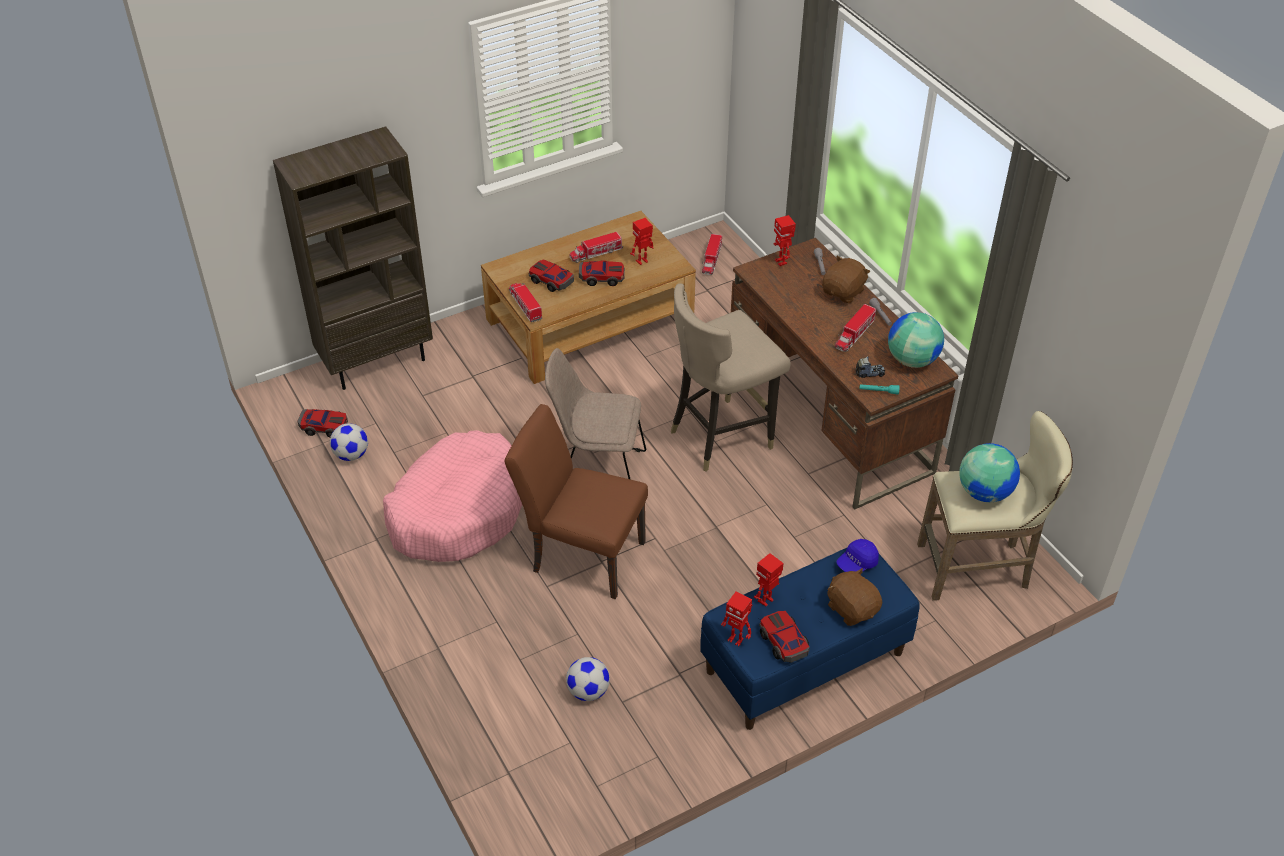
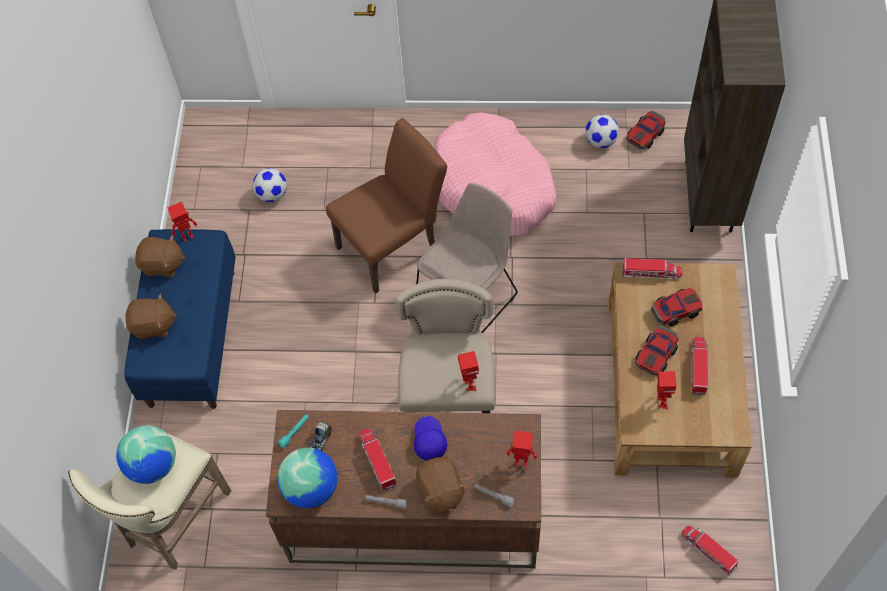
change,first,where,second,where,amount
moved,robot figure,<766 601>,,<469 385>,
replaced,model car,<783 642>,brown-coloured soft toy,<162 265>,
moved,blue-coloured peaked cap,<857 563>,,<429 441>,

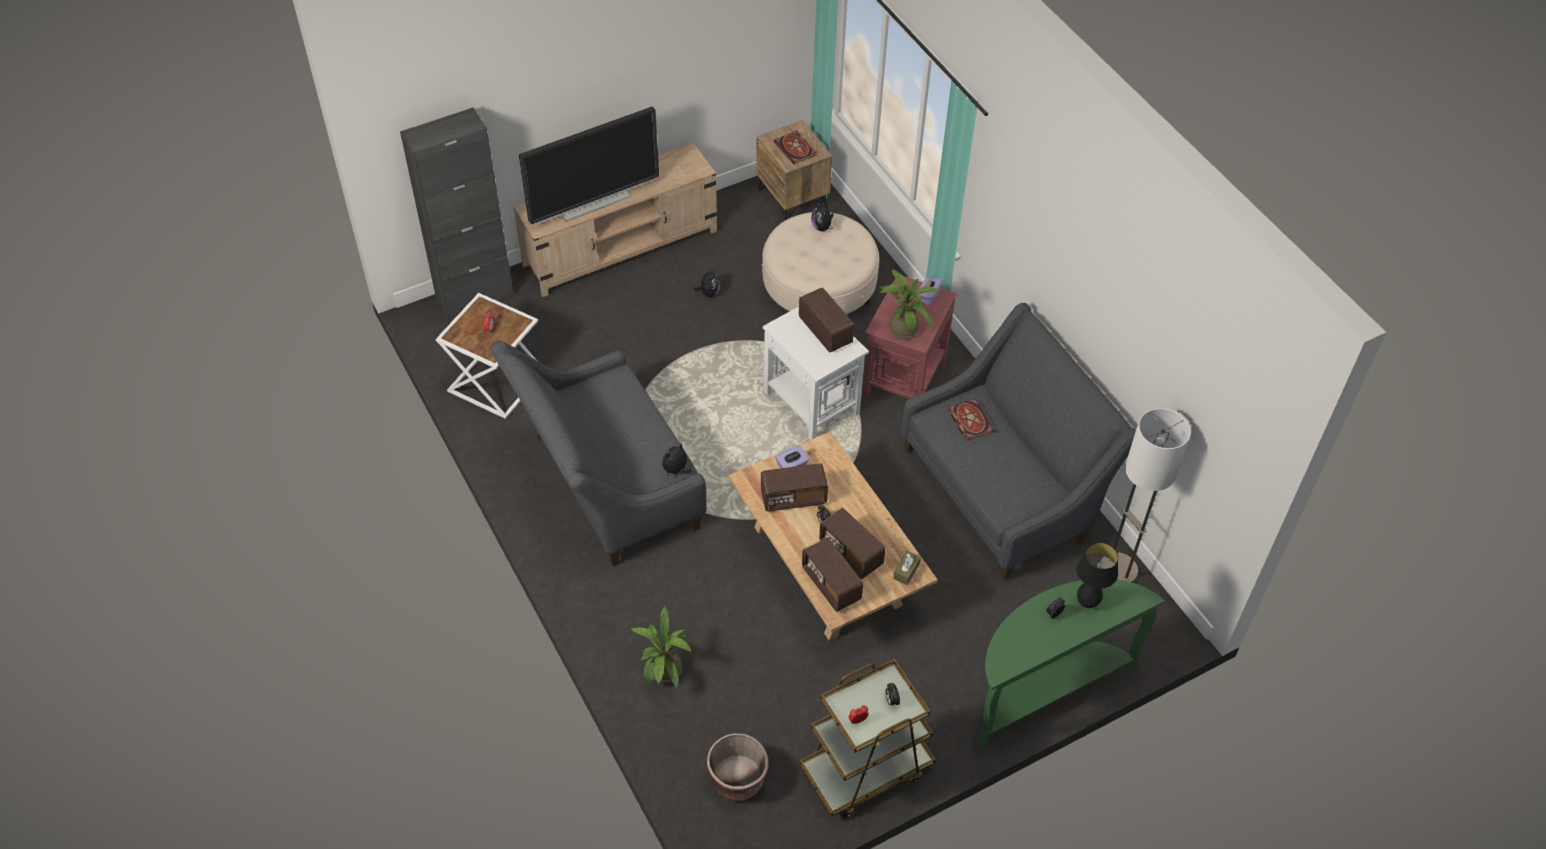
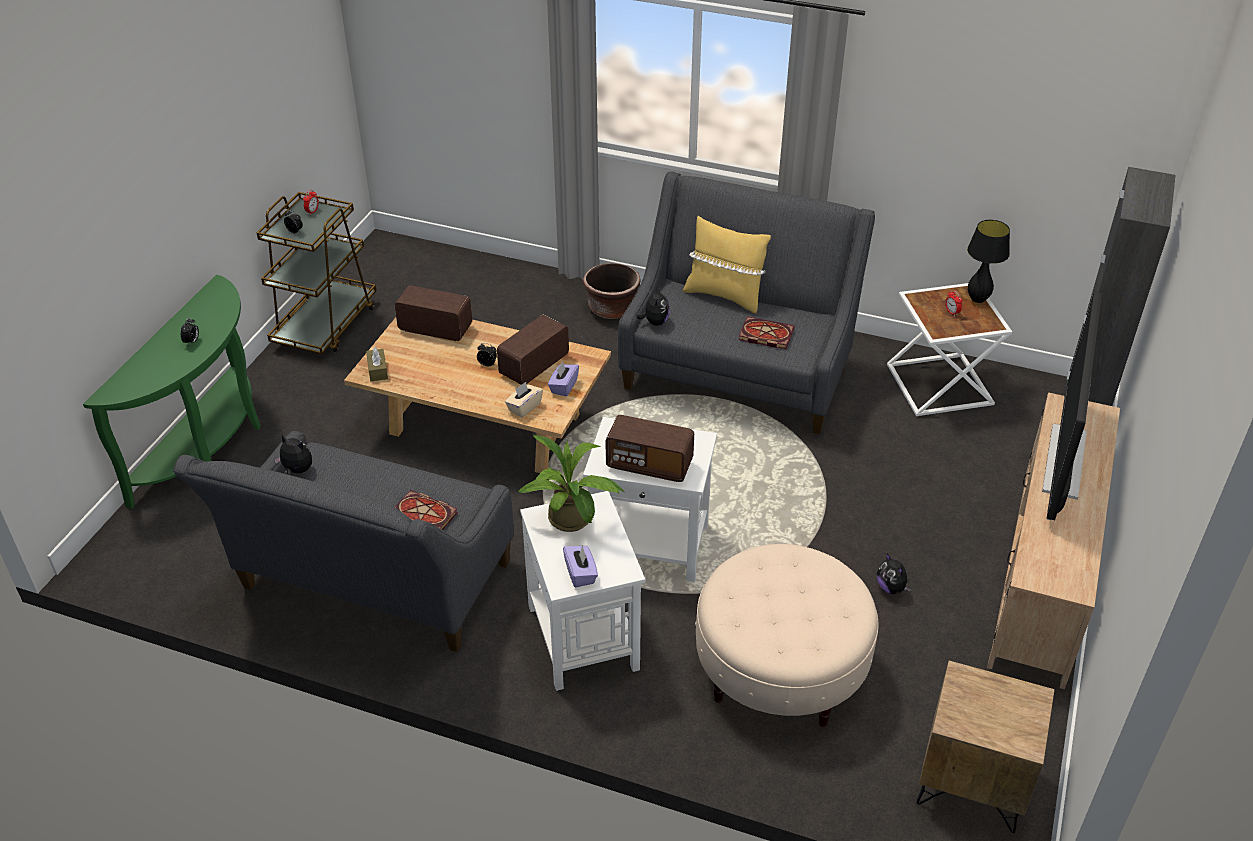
change,first,where,second,where,amount
removed,plant in a pot,<663 673>,,,
moved,brown-coloured plant pot,<737 779>,,<612 308>,
moved,volume,<796 149>,,<764 335>,
moved,soft toy,<822 227>,,<297 471>,
removed,radio set,<851 553>,,,
recoloured,reddish end table,<903 377>,white end table,<584 637>,
moved,blackish table lamp,<1087 602>,,<978 299>,
removed,standing lamp,<1118 570>,,,
added,,,beige-coloured box of tissues,<524 407>,
added,,,yellowish pillow,<724 296>,

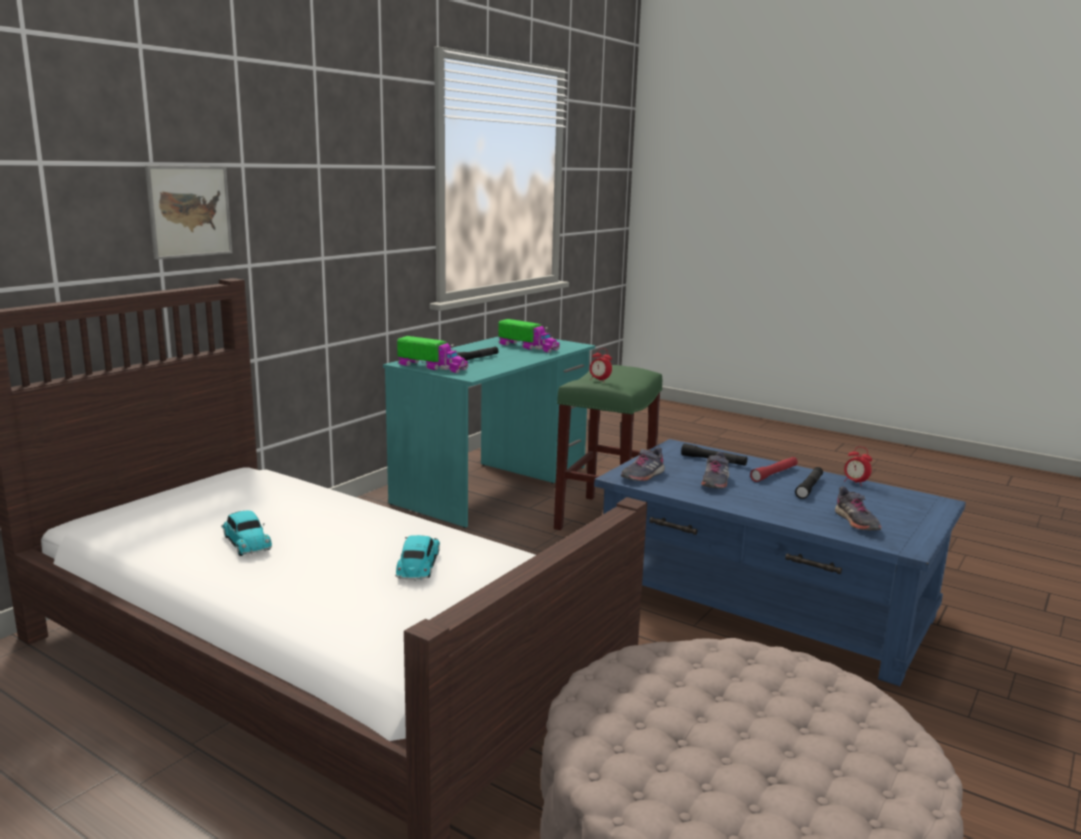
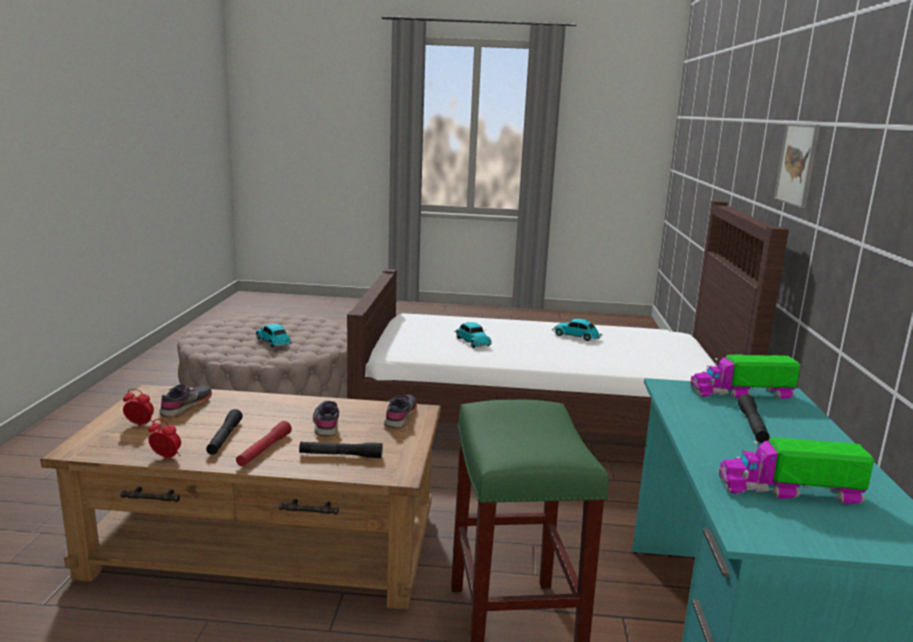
change,first,where,second,where,amount
moved,table clock,<599 380>,,<140 425>,
recoloured,blue-coloured coffee table,<765 602>,brown-coloured coffee table,<264 545>,
turned,grey low shoe,<856 522>,,<186 406>,60 degrees clockwise
added,,,model car,<274 342>,

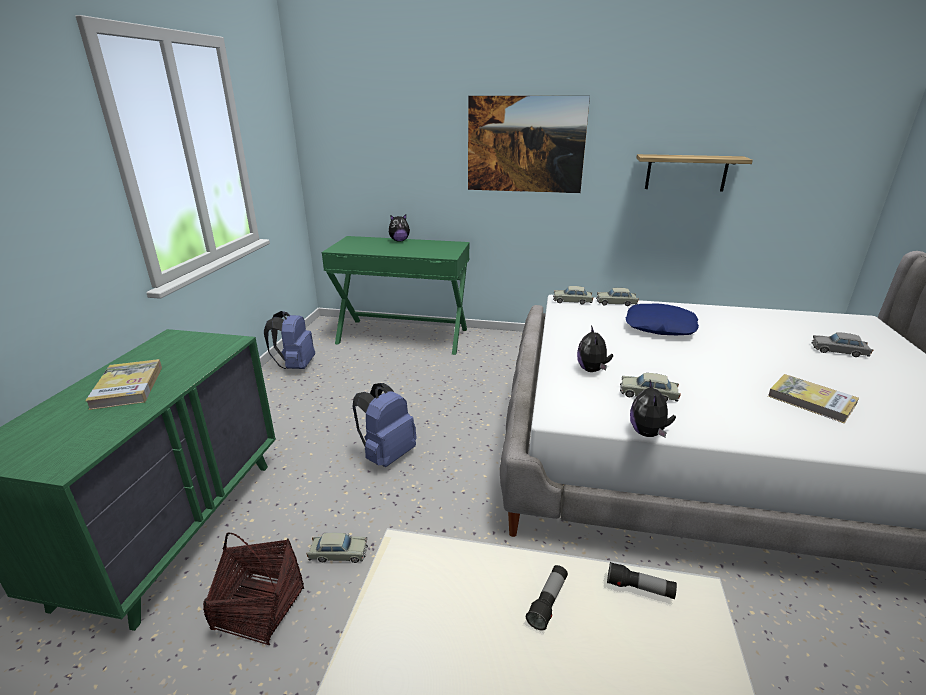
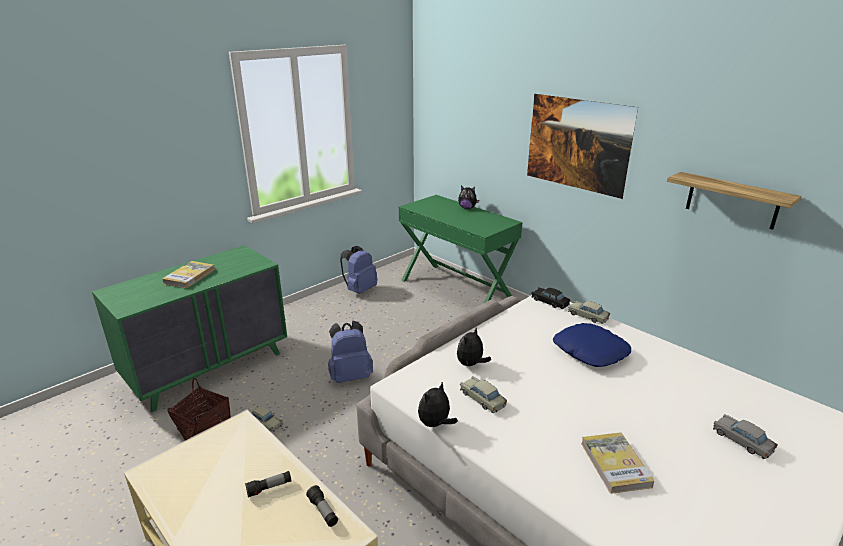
change,first,where,second,where,amount
recoloured,beige-coloured model car,<572 301>,blackish model car,<549 302>,

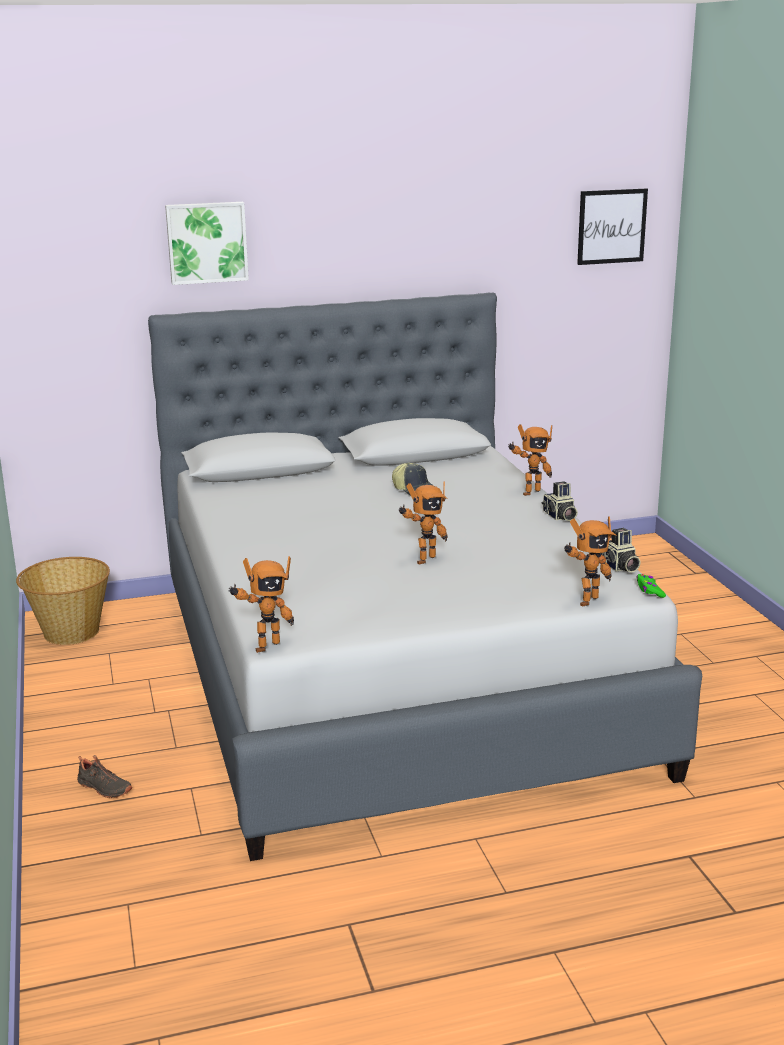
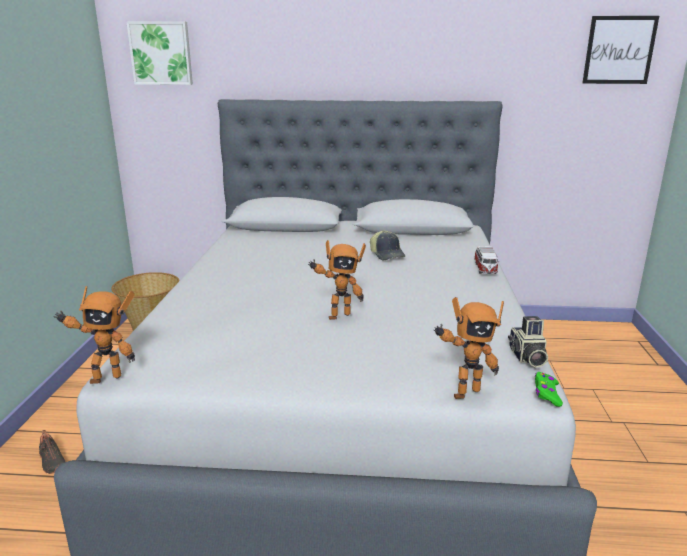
change,first,where,second,where,amount
moved,wall picture,<207 242>,,<161 53>,
replaced,robot figure,<529 492>,model car,<485 269>,
removed,still camera,<559 516>,,,

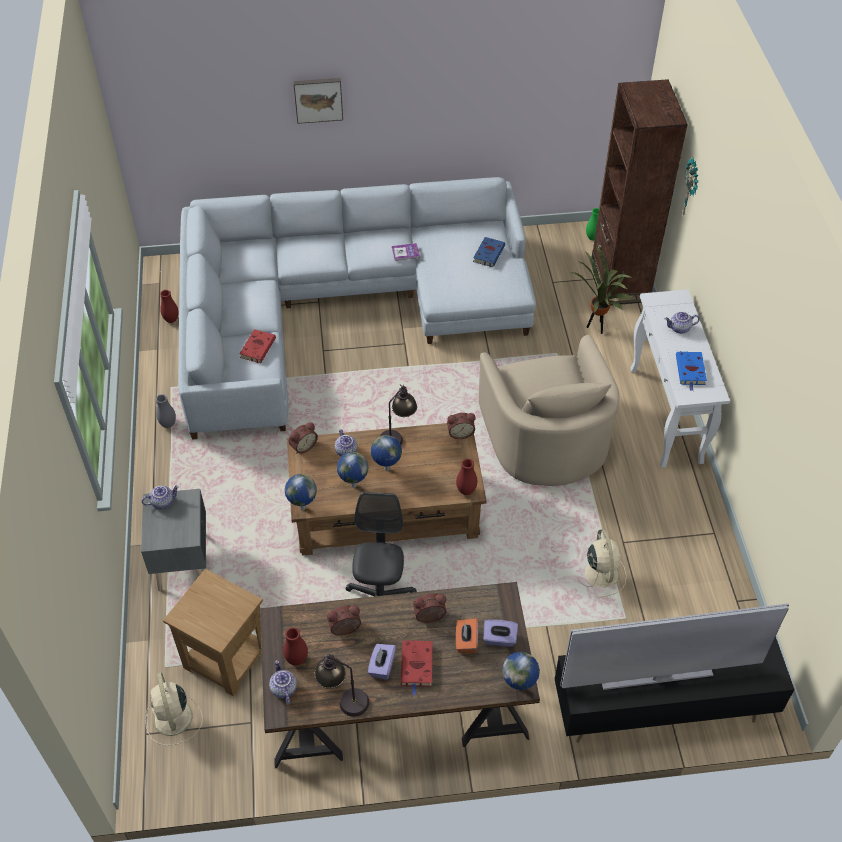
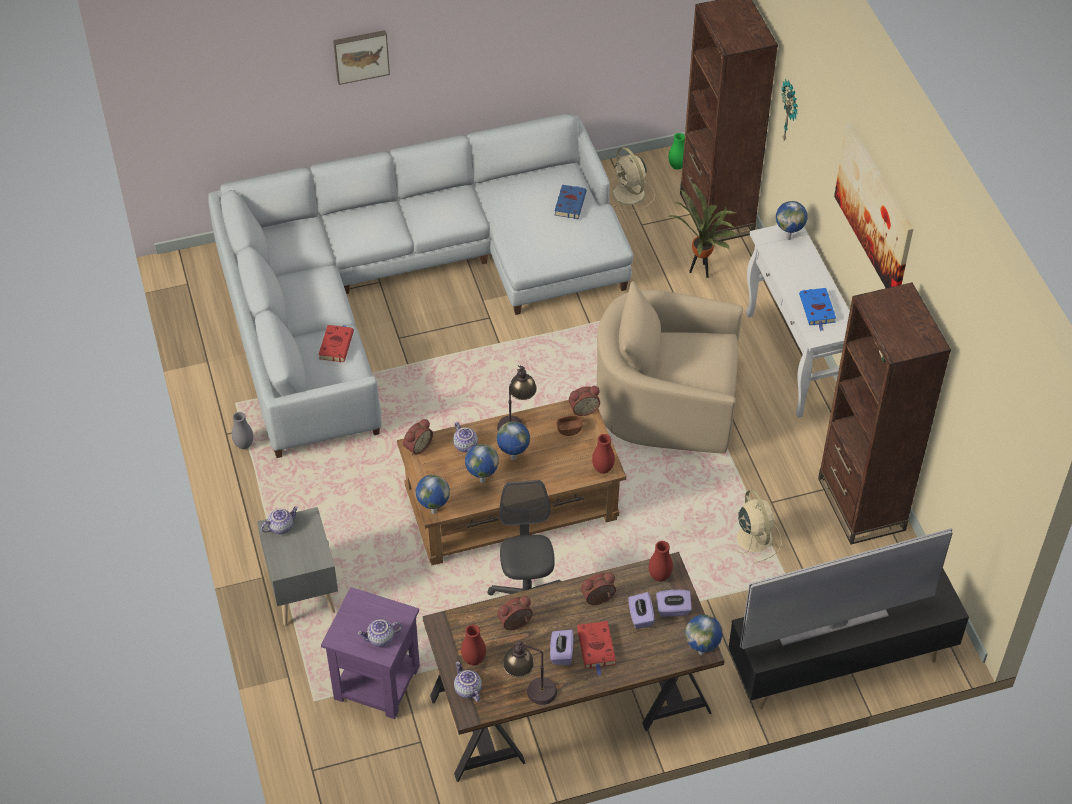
change,first,where,second,where,amount
moved,beige-coloured fan,<173 719>,,<629 194>,
moved,reddish flower vase,<171 320>,,<659 576>,
recoloured,brown-coloured end table,<225 658>,purplish end table,<376 682>,
removed,volume,<405 252>,,,
recoloured,orange-coloured box of tissues,<466 641>,purplish box of tissues,<640 617>,
turned,beige-coloured armchair,<545 437>,,<667 402>,120 degrees clockwise
moved,teapot,<679 329>,,<380 639>,
added,,,brown-coloured bowl,<569 430>,
added,,,desk globe,<789 237>,
added,,,brown-coloured shelving unit,<861 504>,
added,,,wall picture,<875 211>,

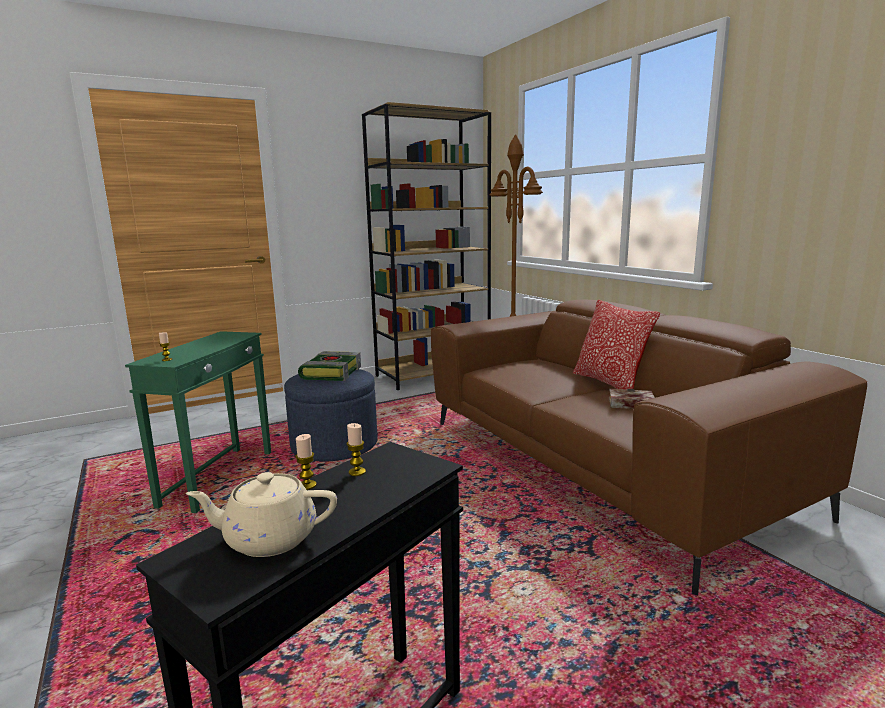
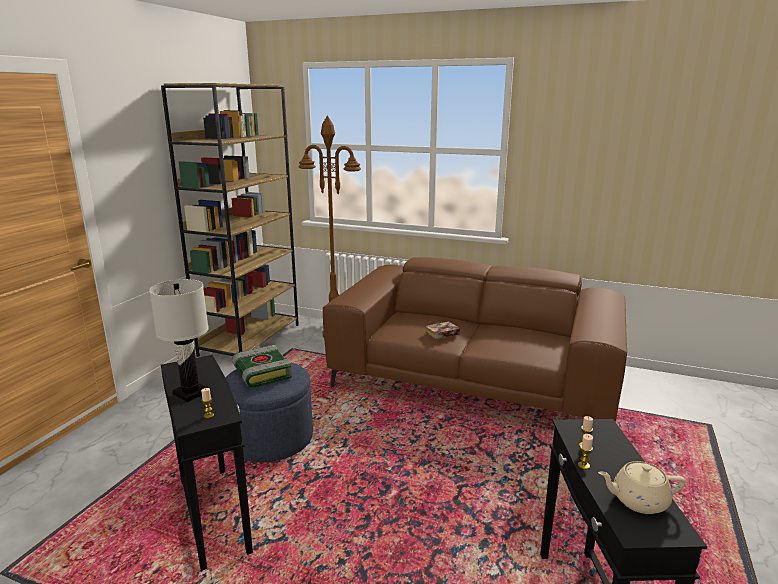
change,first,where,second,where,amount
recoloured,green-coloured end table,<219 478>,blackish end table,<215 514>,
turned,beige-coloured teapot,<268 538>,,<638 500>,45 degrees clockwise
removed,pillow,<609 383>,,,
moved,volume,<629 404>,,<441 334>,
added,,,white table lamp,<191 393>,

